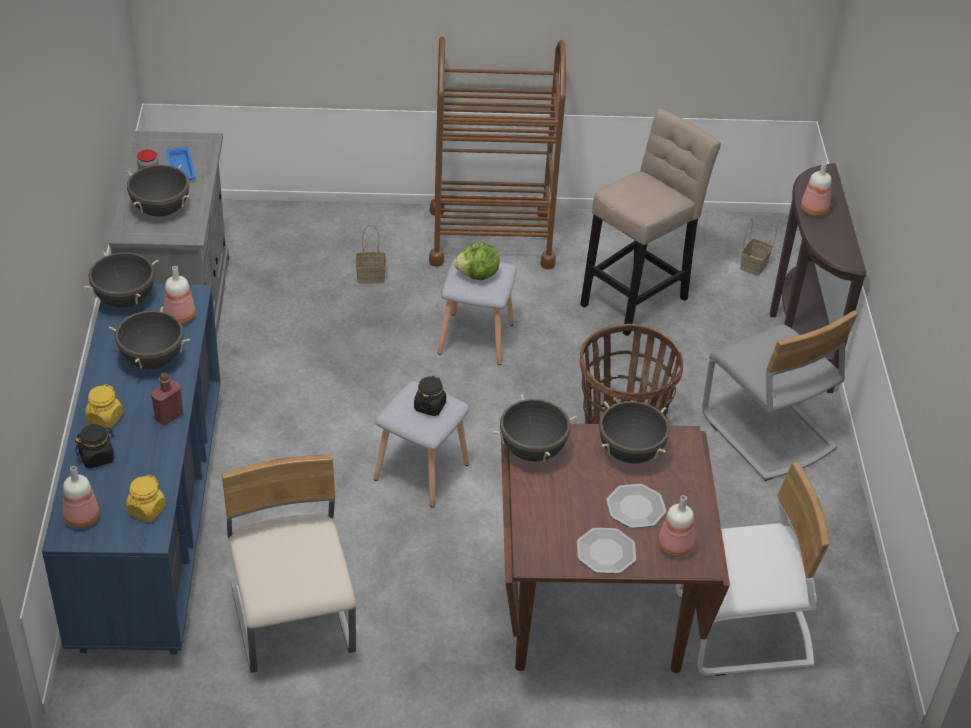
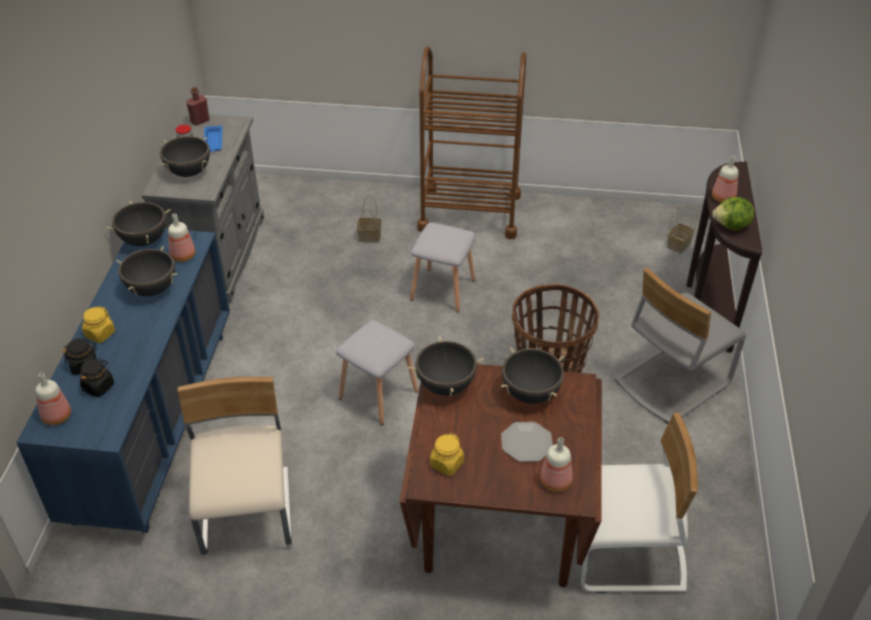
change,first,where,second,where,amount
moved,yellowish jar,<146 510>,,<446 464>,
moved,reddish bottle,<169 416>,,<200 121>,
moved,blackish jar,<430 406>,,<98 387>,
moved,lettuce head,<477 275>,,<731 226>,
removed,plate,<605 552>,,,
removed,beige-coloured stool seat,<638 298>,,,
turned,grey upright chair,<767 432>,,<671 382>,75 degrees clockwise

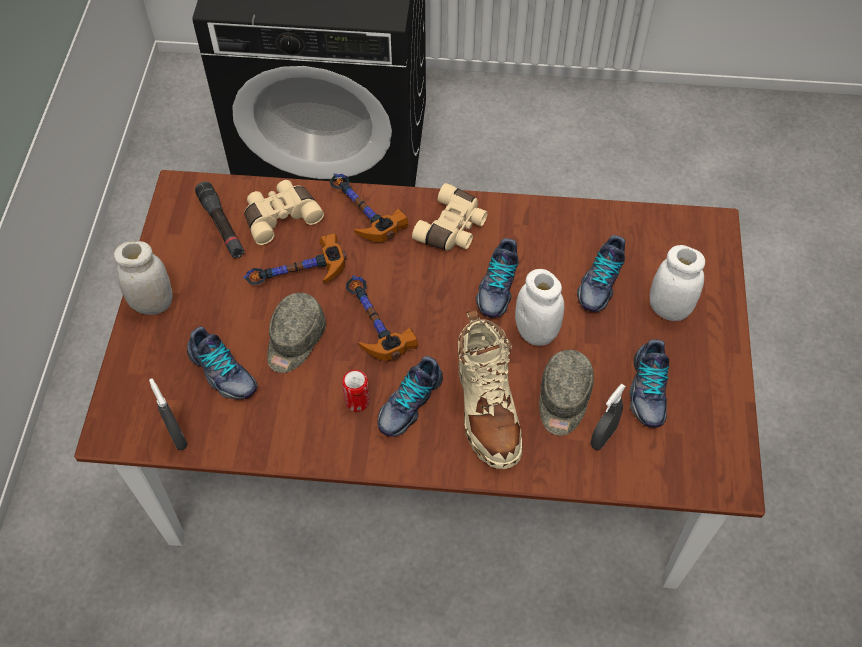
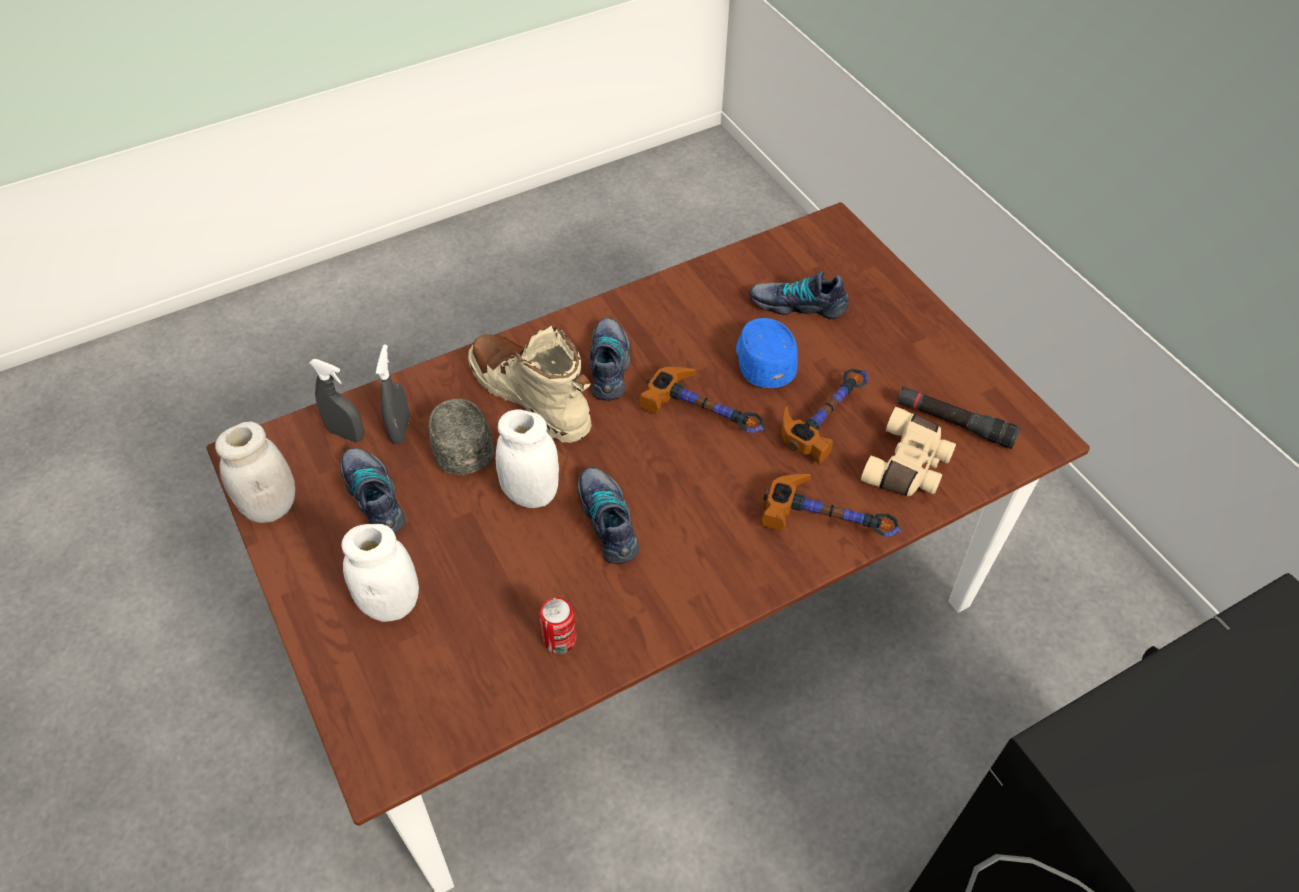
change,first,where,second,where,amount
moved,white jar,<153 304>,,<271 506>,
moved,grey spray bottle,<177 436>,,<346 434>,
recoloured,grey peaked cap,<295 340>,blue-coloured peaked cap,<763 360>,
moved,sealed can,<357 401>,,<559 640>,
removed,beige-coloured field glasses,<453 228>,,,
removed,low shoe,<600 282>,,,

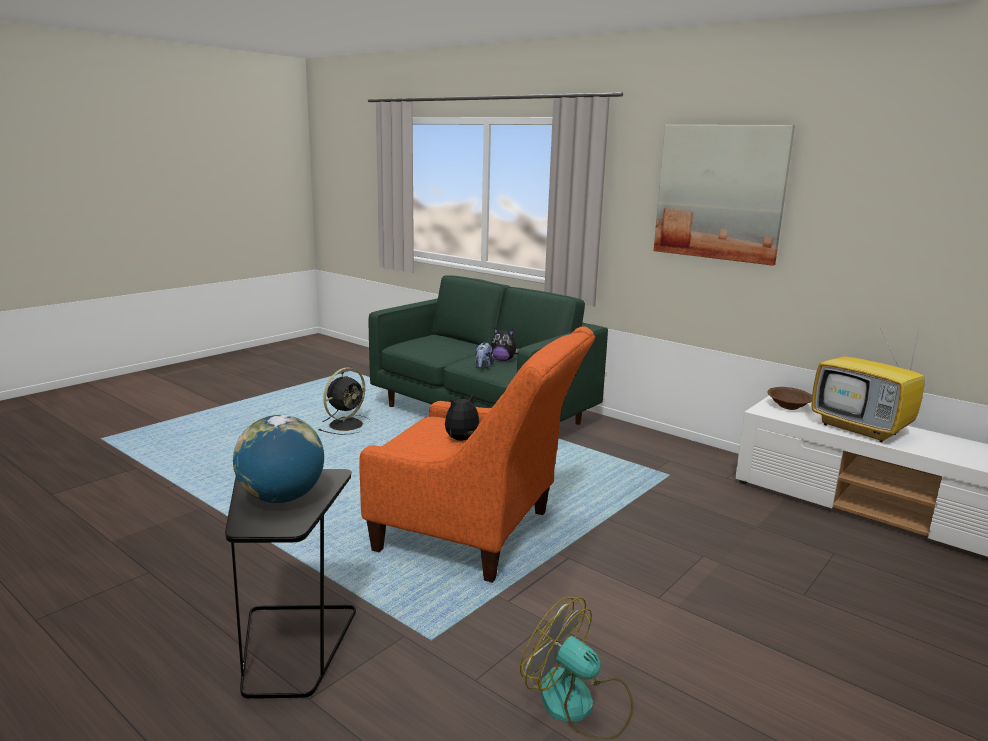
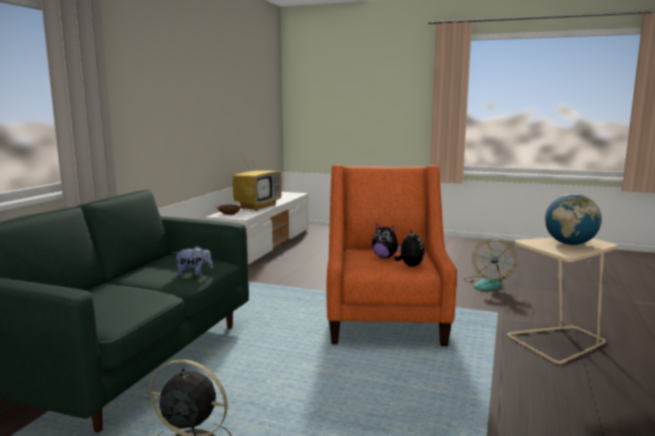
change,first,where,second,where,amount
recoloured,blackish end table,<292 647>,beige-coloured end table,<558 342>,
moved,soft toy,<503 360>,,<409 265>,
removed,wall picture,<720 192>,,,

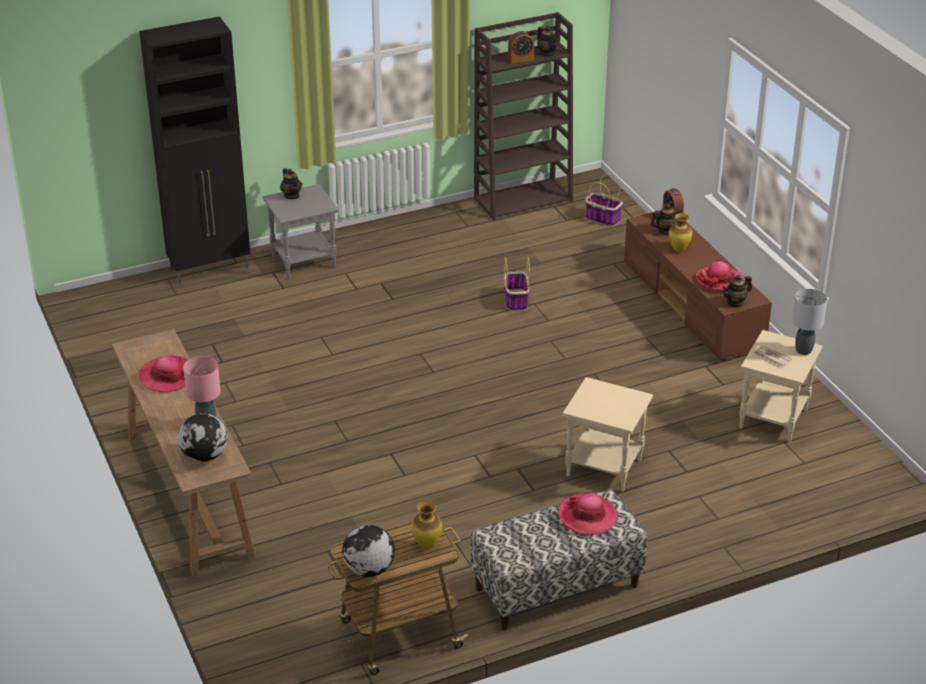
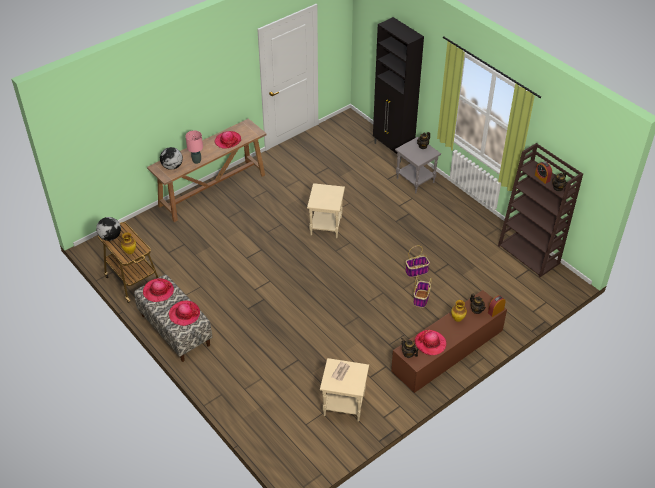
change,first,where,second,where,amount
moved,beige-coloured end table,<605 467>,,<326 226>,
moved,storage basket,<602 219>,,<421 298>,
removed,grey table lamp,<803 350>,,,
added,,,clothing hat,<158 291>,

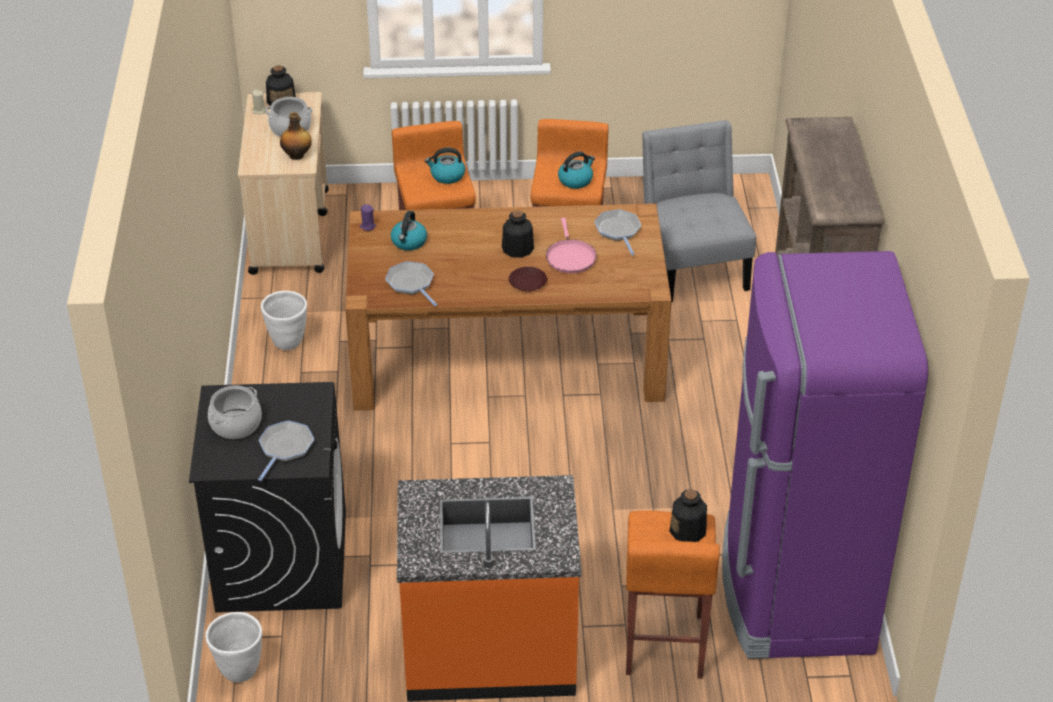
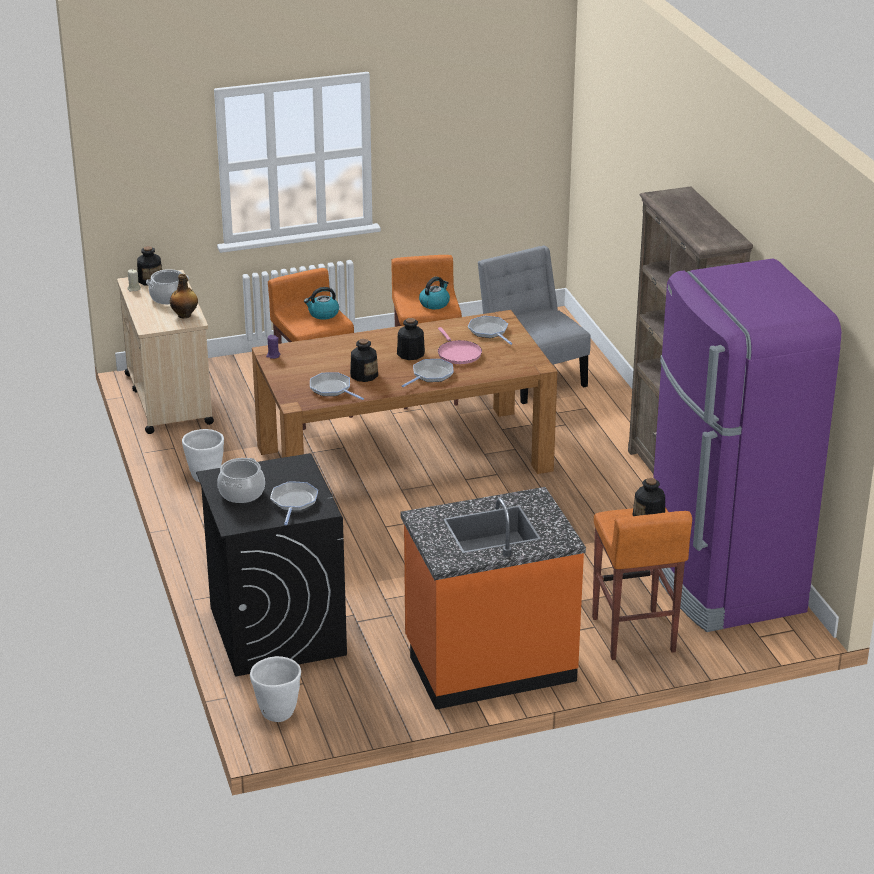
change,first,where,second,where,amount
removed,tea kettle,<409 242>,,,
replaced,brown-coloured plate,<527 282>,skillet,<431 375>,
added,,,bottle,<364 375>,

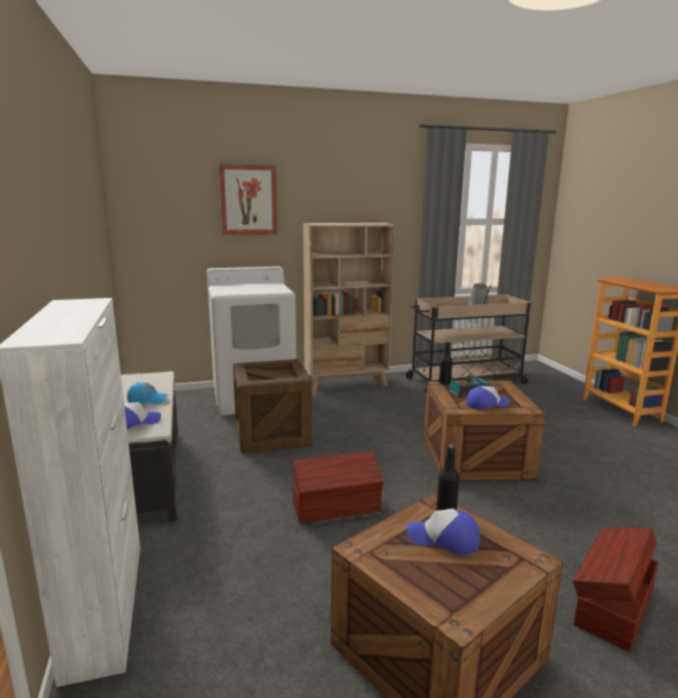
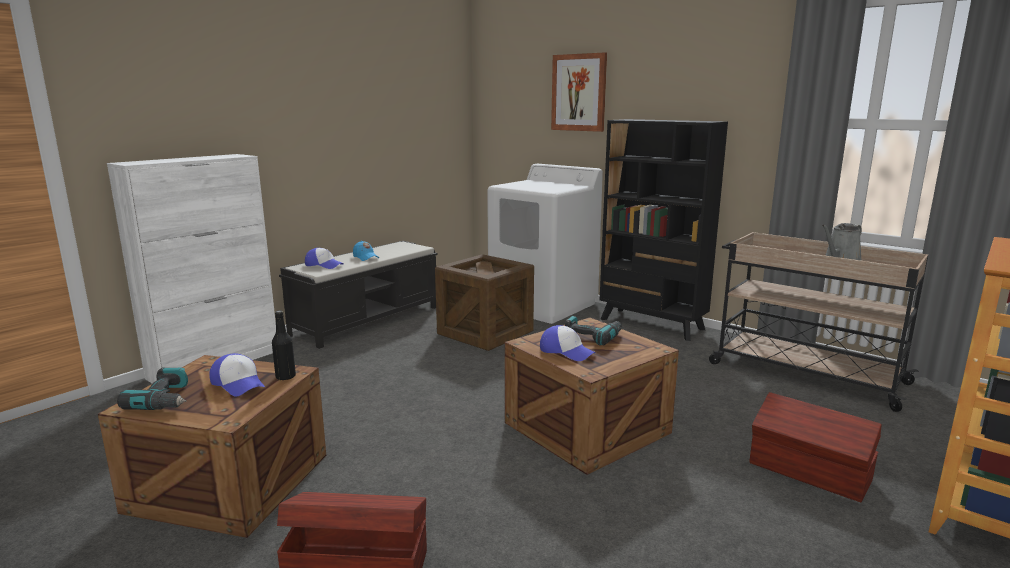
change,first,where,second,where,amount
moved,brown-coloured storage box,<337 507>,,<810 472>,
recoloured,beige-coloured shelving unit,<347 383>,blackish shelving unit,<652 324>,
turned,peaked cap,<443 539>,,<239 384>,150 degrees clockwise
removed,blackish bottle,<444 383>,,,
added,,,electric drill,<165 400>,

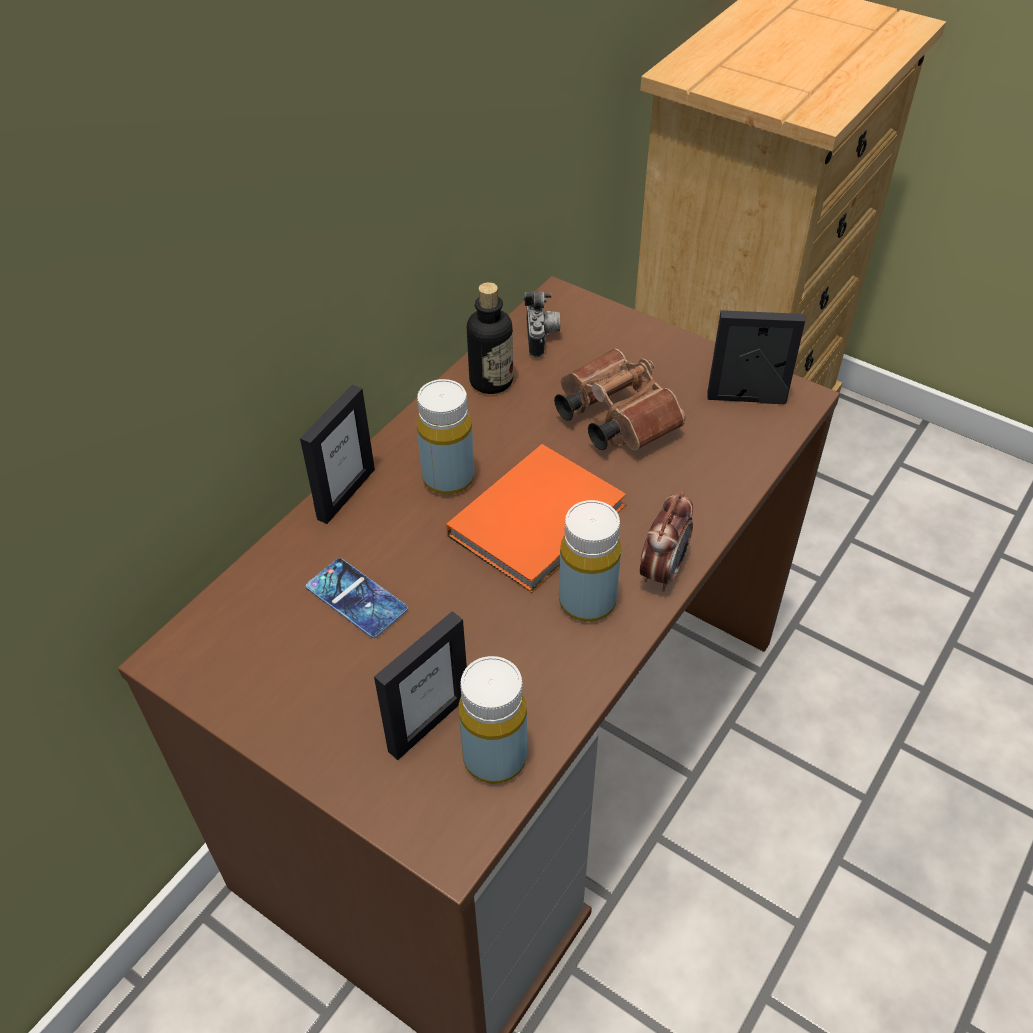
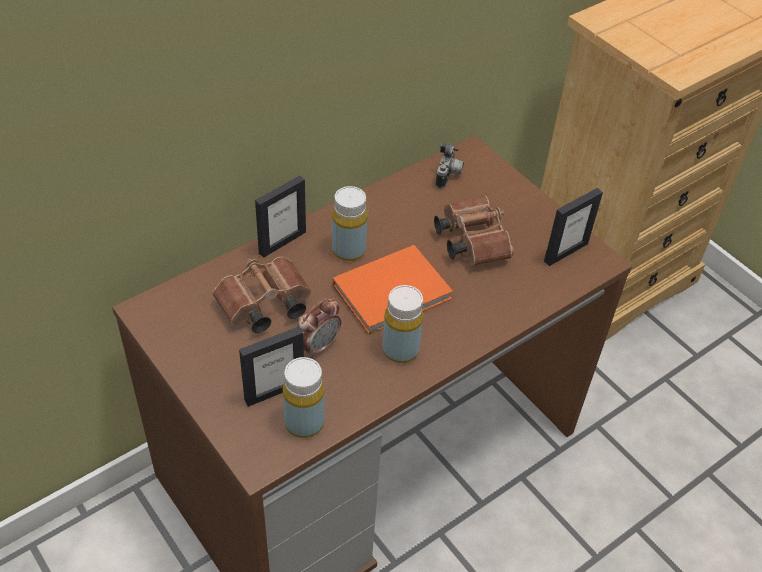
change,first,where,second,where,amount
replaced,phone,<356 598>,brown-coloured field glasses,<262 307>,
removed,bottle,<491 381>,,,
moved,table clock,<662 571>,,<318 346>,
turned,picture frame,<746 398>,,<565 252>,120 degrees clockwise

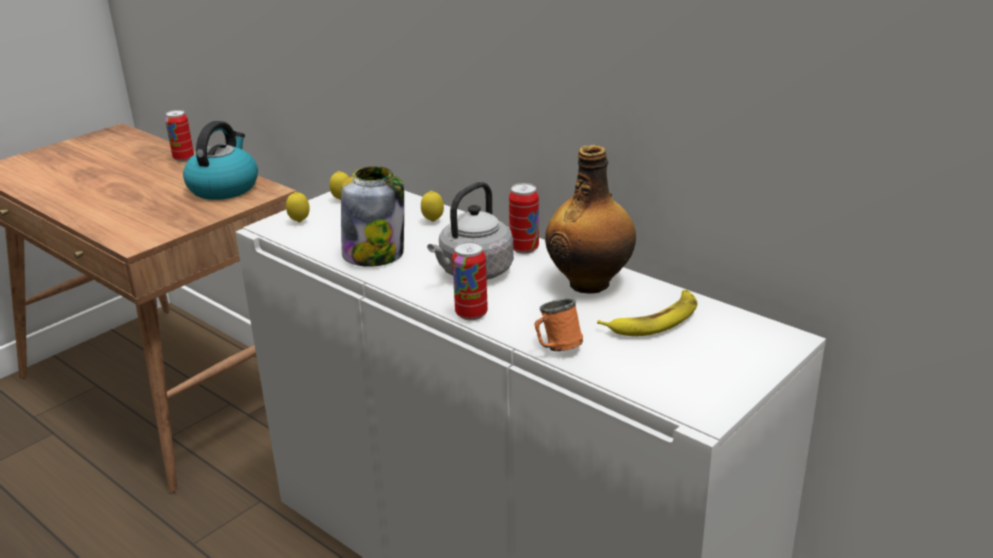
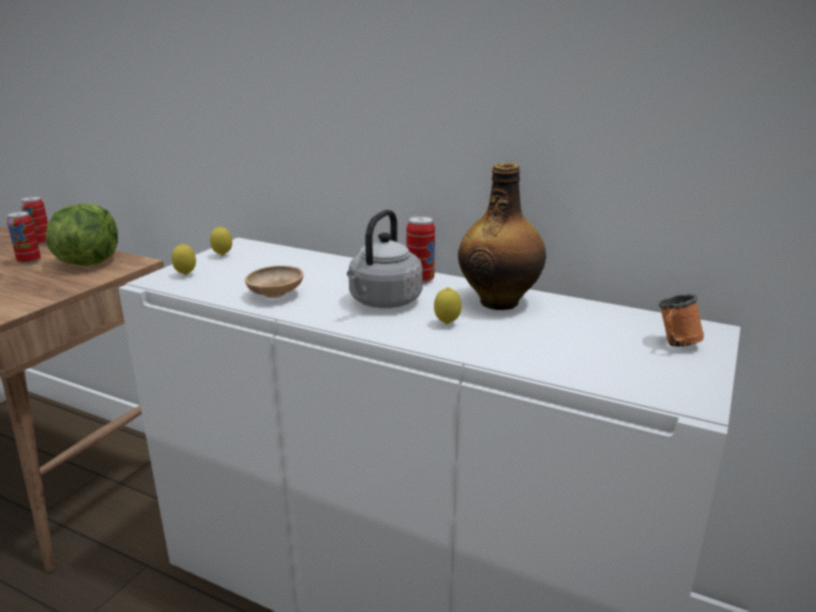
change,first,where,second,where,amount
replaced,tea kettle,<224 187>,lettuce head,<88 262>,
replaced,jar,<374 254>,brown-coloured bowl,<275 295>,
moved,whole lemon,<433 221>,,<447 324>,
moved,sealed can,<471 314>,,<29 261>,
moved,orange-coloured coffee mug,<556 348>,,<674 345>,
removed,whole banana,<654 320>,,,

